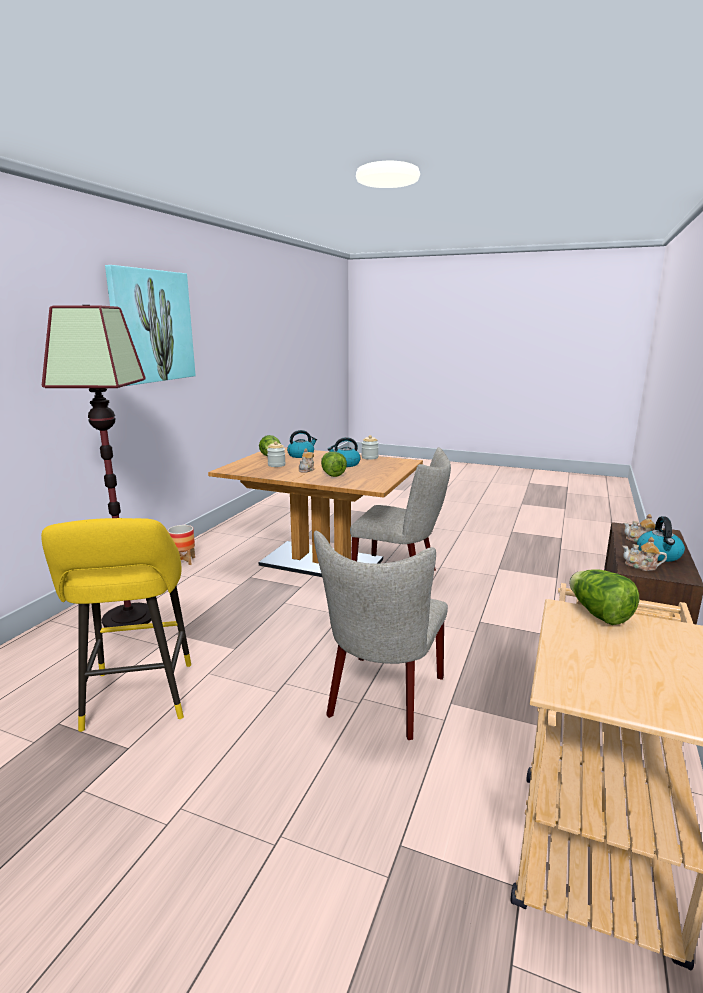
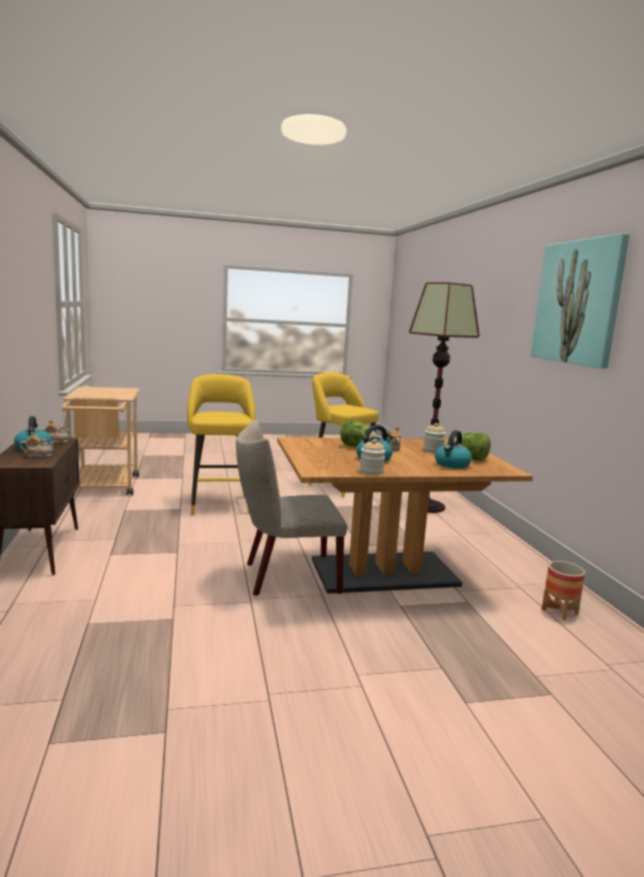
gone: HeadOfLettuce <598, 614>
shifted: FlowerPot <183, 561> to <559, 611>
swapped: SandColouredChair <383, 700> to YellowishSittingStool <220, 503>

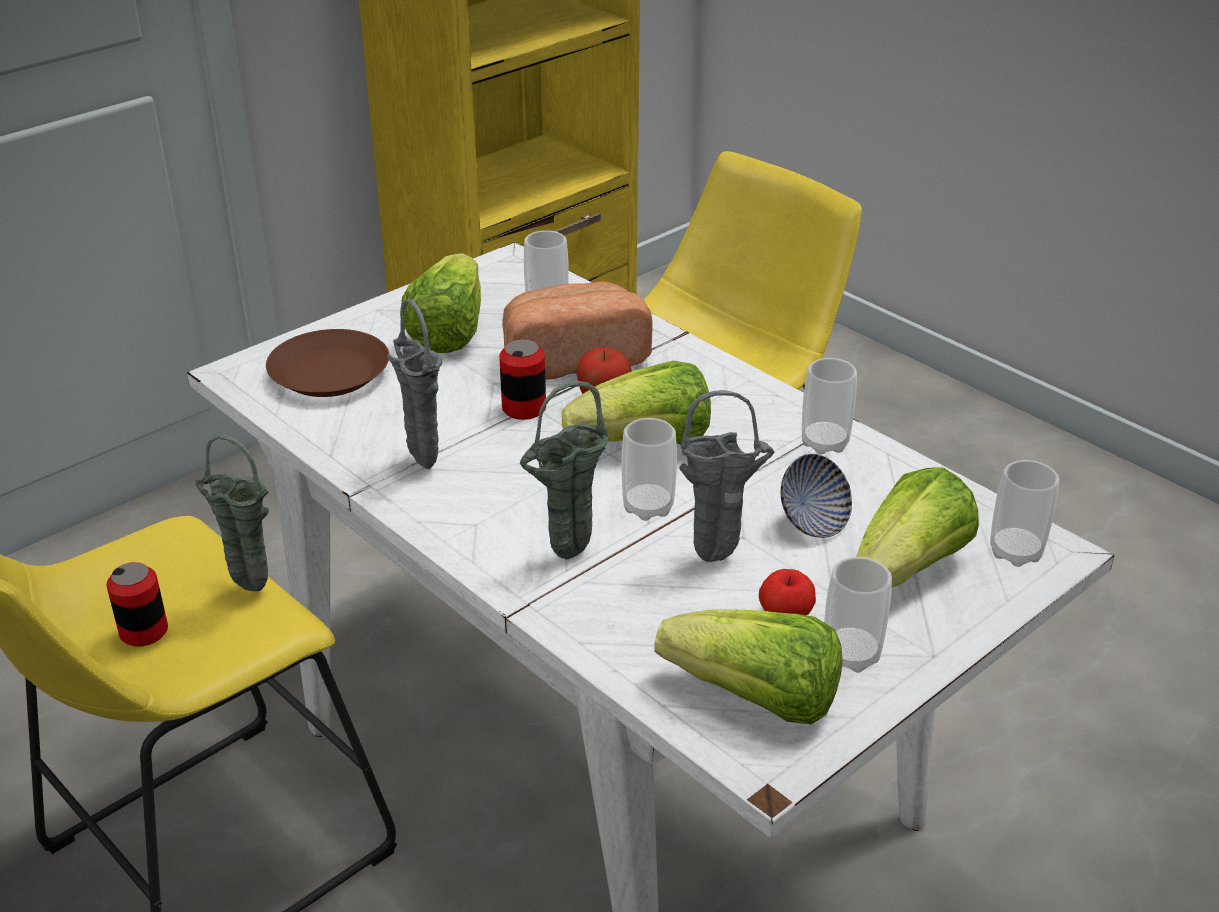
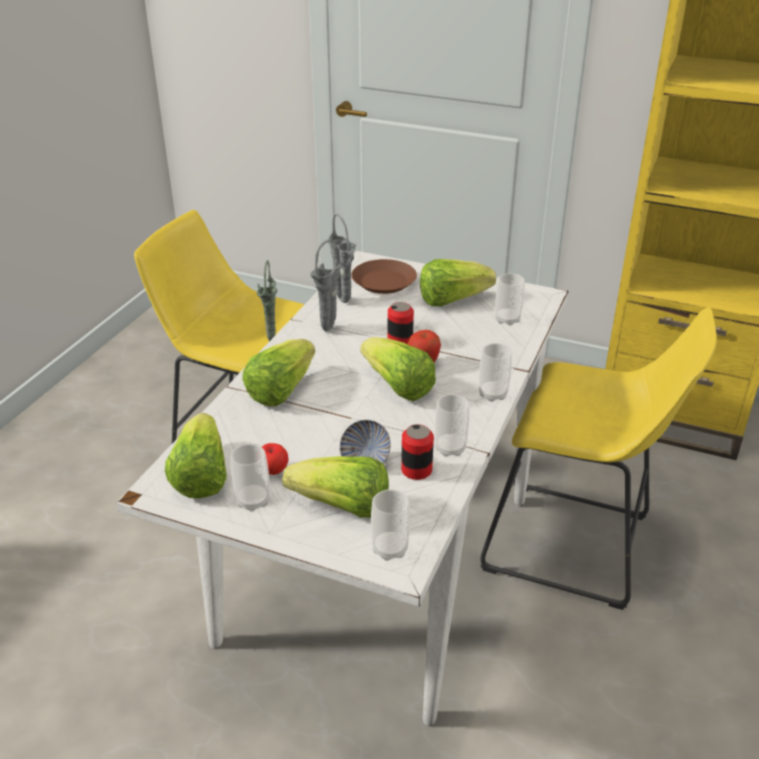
gone: Bread <572, 358>
shifted: GreyFlowerVase <720, 559> to <344, 302>; Cup <648, 507> to <493, 394>; MetalCan <144, 631> to <416, 470>
swapped: GreenFlowerVase <567, 557> to HeadOfLettuce <281, 390>

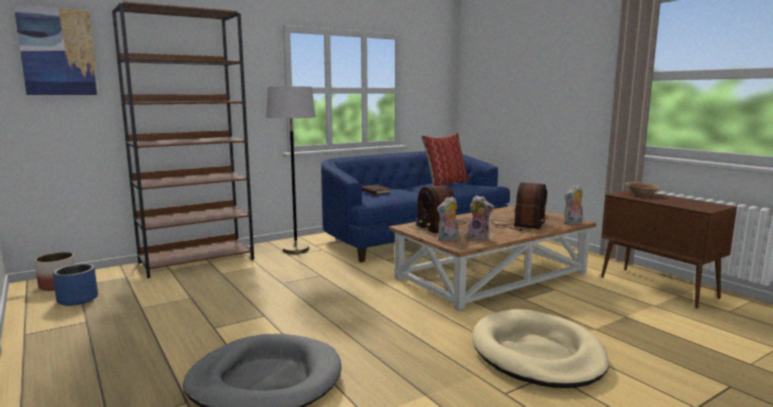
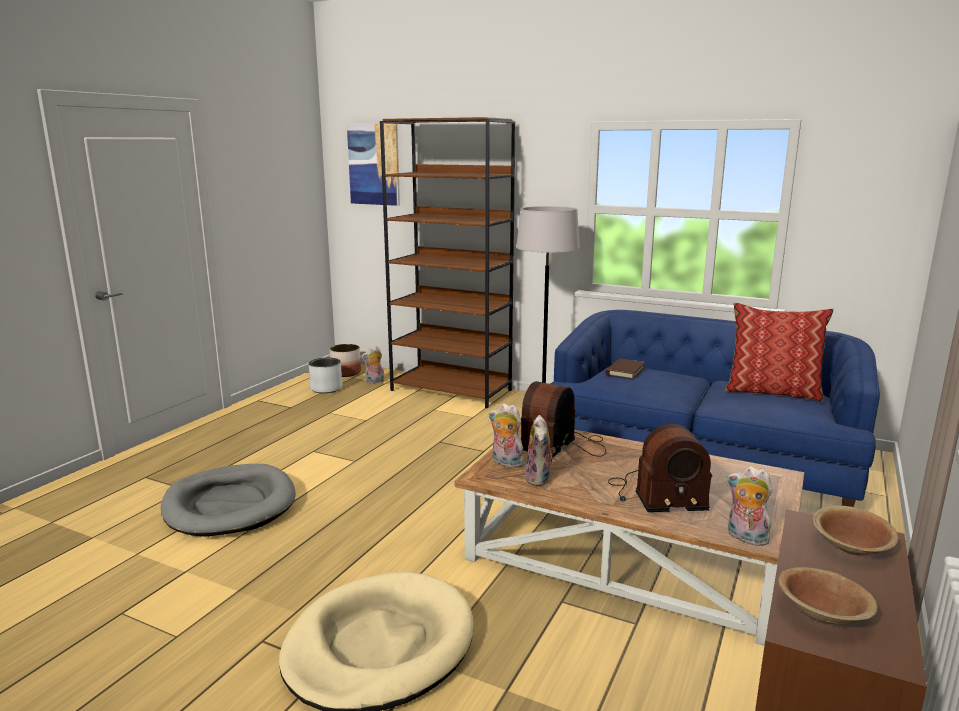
new: SoftToy <374, 382>; BrownBowl <822, 614>
repainted: BlueFlowerPot <77, 299> to GreyFlowerPot <326, 388>

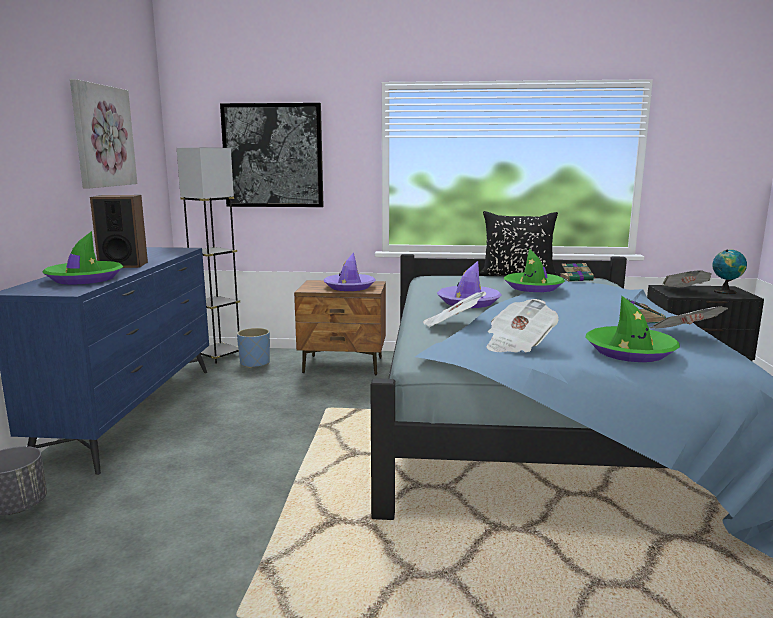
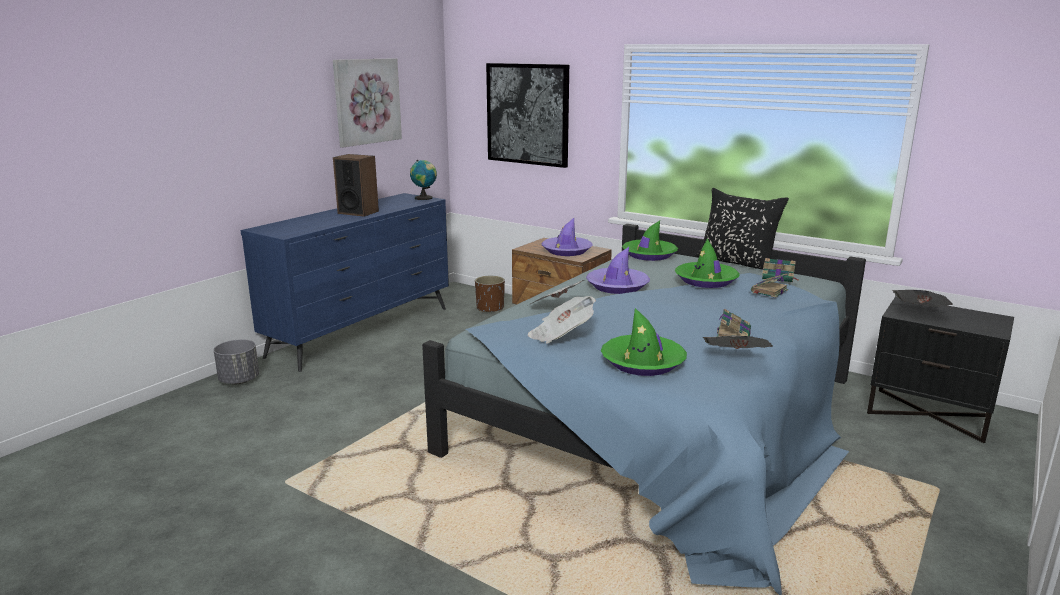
gone: GreyFloorLamp <218, 356>
new: Volume <768, 291>
shifted: GreenClothingHat <85, 279> to <649, 255>; DeskGlobe <725, 291> to <425, 198>
repainted: BlueFlowerPot <255, 363> to BrownFlowerPot <490, 308>

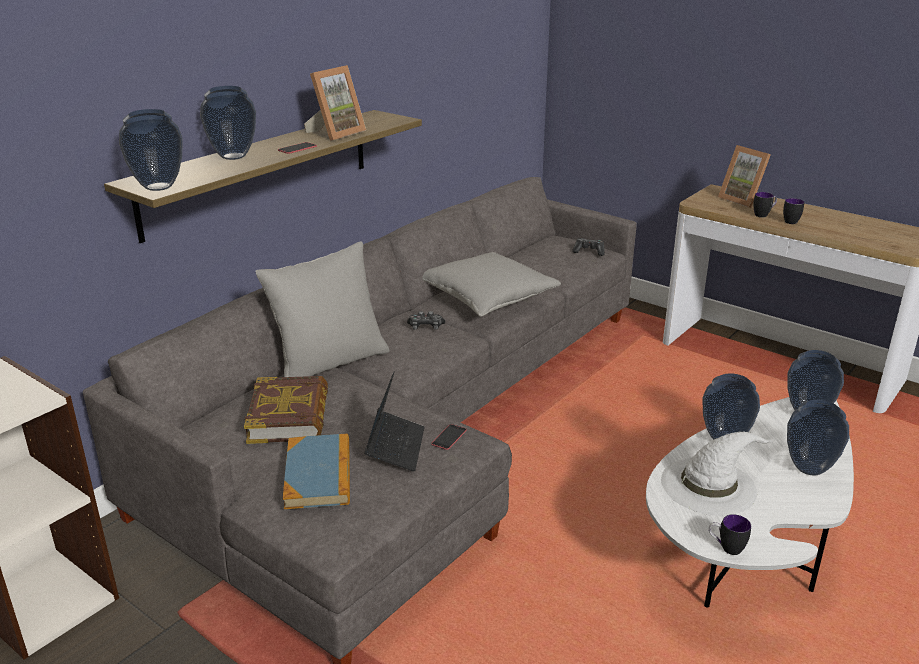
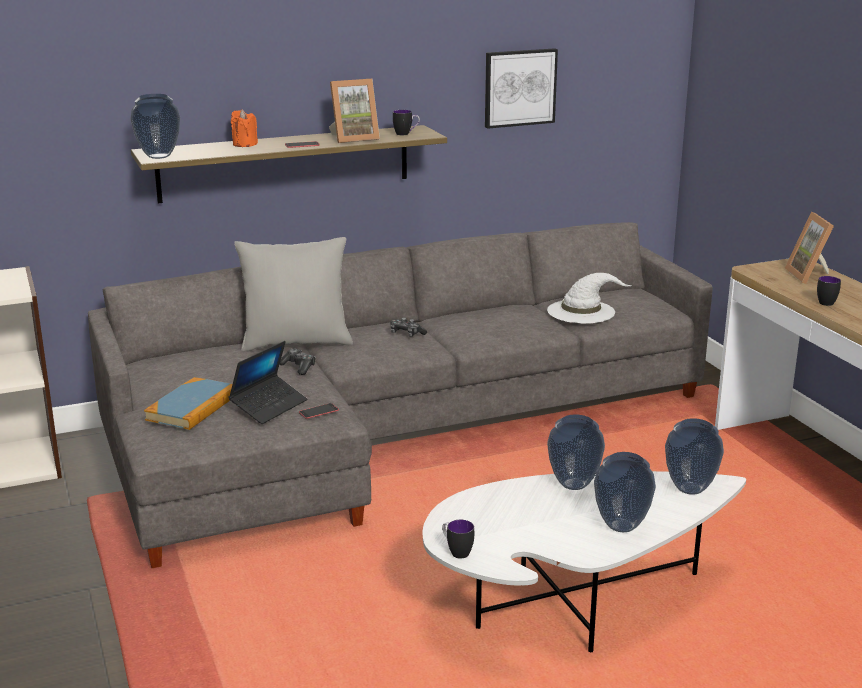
gone: GreyThrowPillow <487, 298>; Volume <289, 416>
new: WallPicture <519, 87>
shifted: TeaMug <763, 215> to <406, 134>; Gamepad <589, 251> to <298, 367>; WhitishClothingHat <709, 485> to <582, 311>
swapped: FlowerVase <232, 157> to OrangeCandle <244, 144>

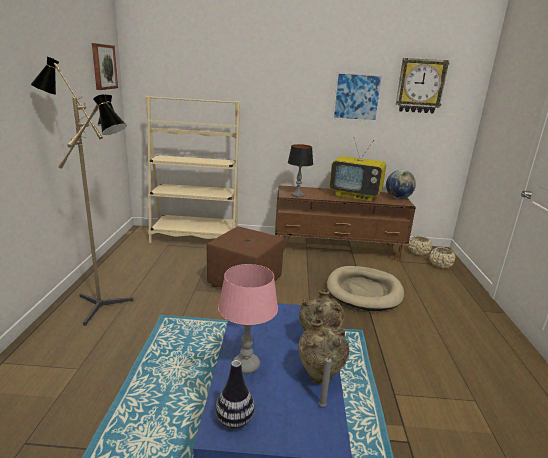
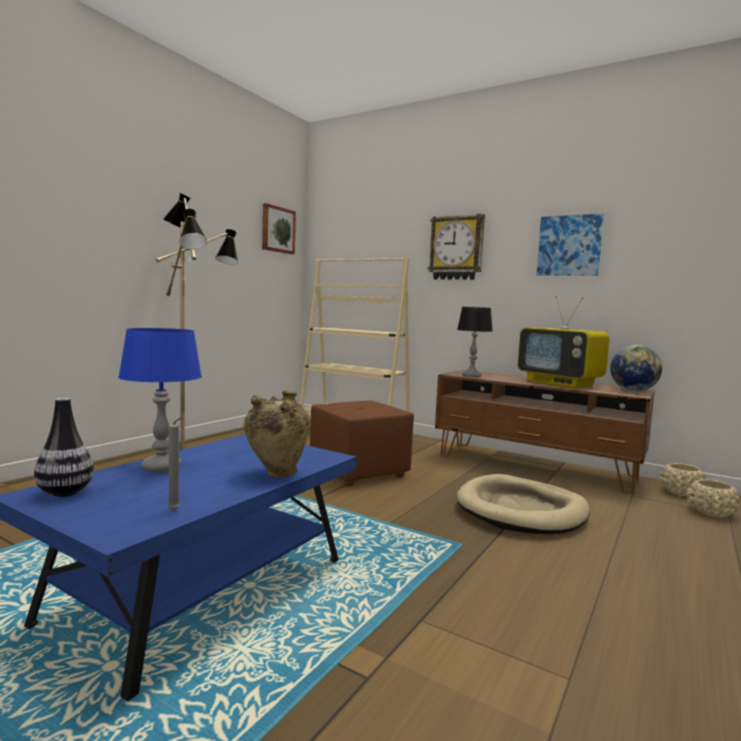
gone: SandColouredFlowerVase <319, 379>
shifted: WallClock <420, 86> to <456, 248>
repainted: PinkishTableLamp <246, 365> to BlueTableLamp <162, 467>

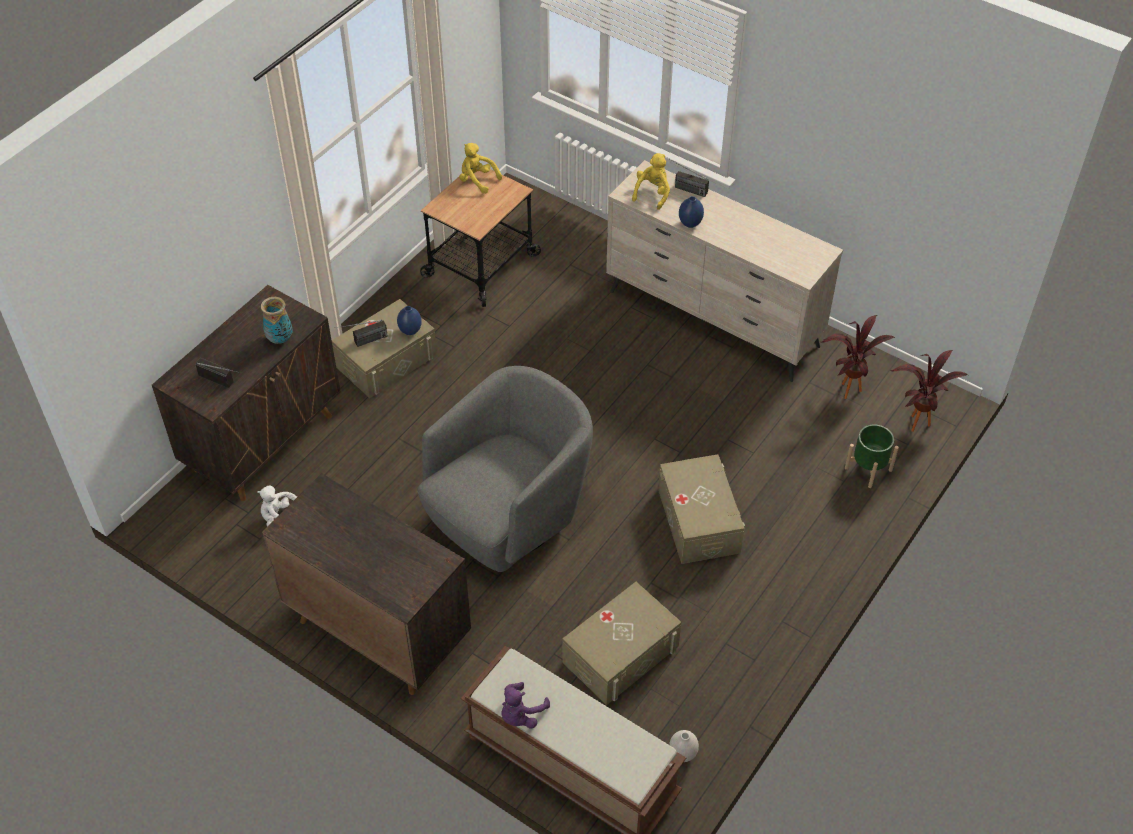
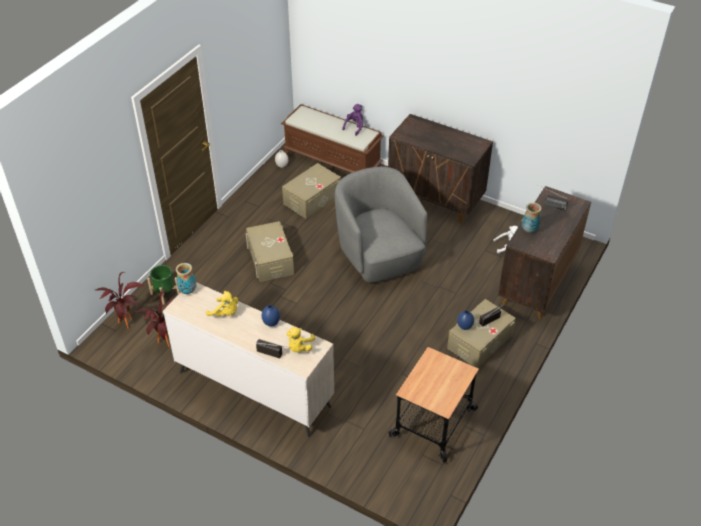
new: FlowerVase <187, 291>
shifted: YellowishSoftToy <477, 180> to <225, 313>
rotated: GreyArmchair <508, 515> = <379, 256> 120 degrees clockwise

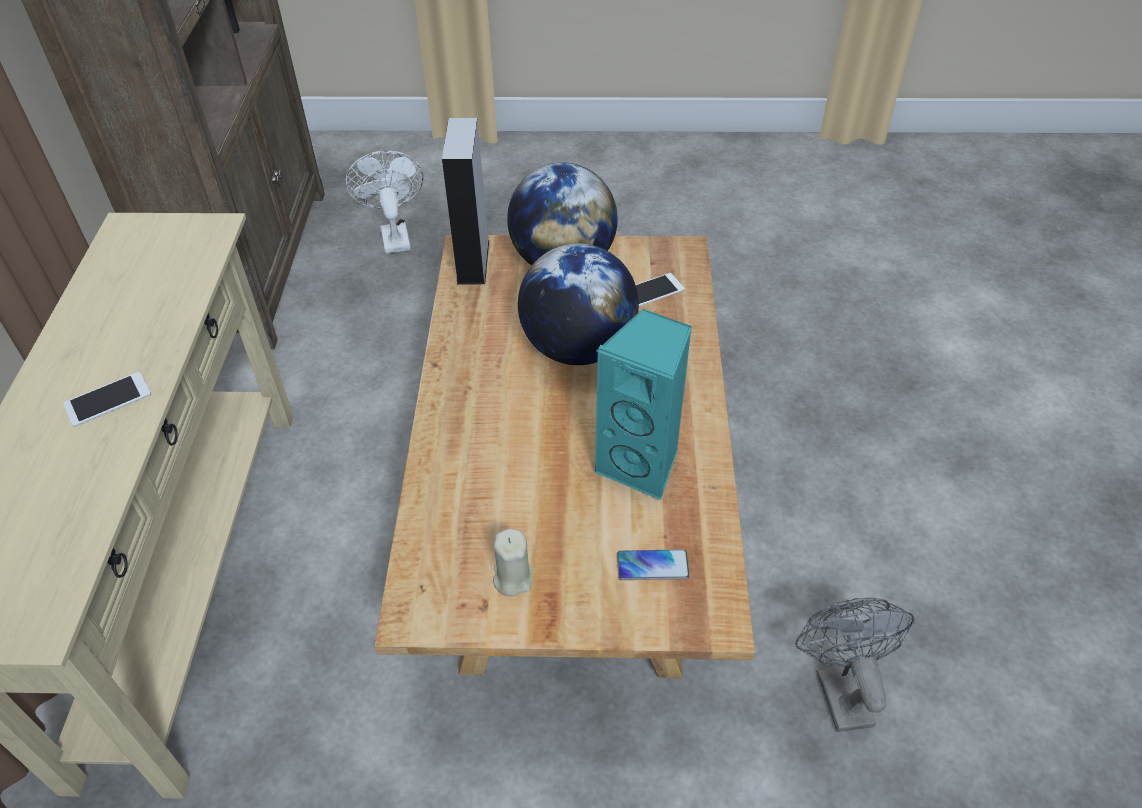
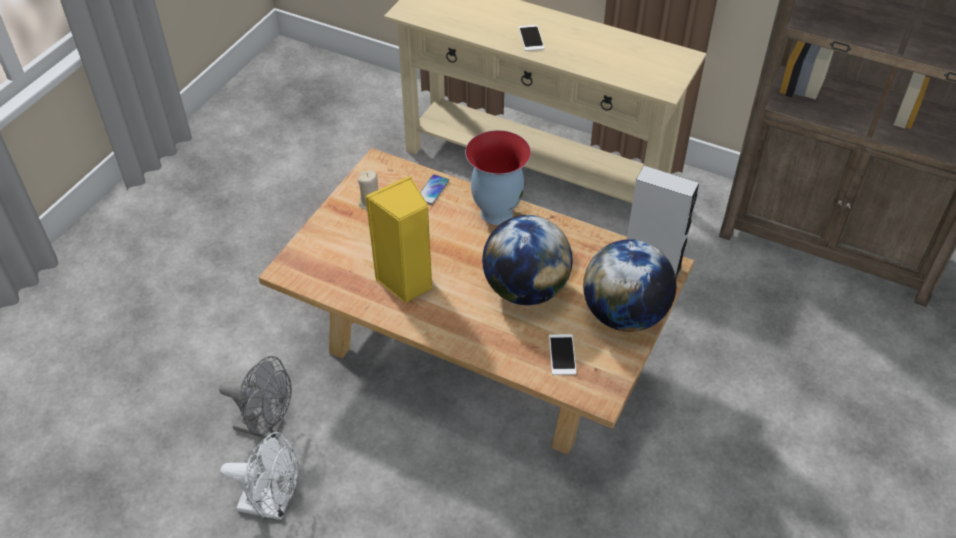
new: FlowerVase <496, 212>
shifted: WhitishElectricFan <394, 235> to <272, 505>; Telephone <652, 565> to <432, 190>
repainted: TurquoiseLoudspeaker <642, 464> to YellowishLoudspeaker <406, 282>

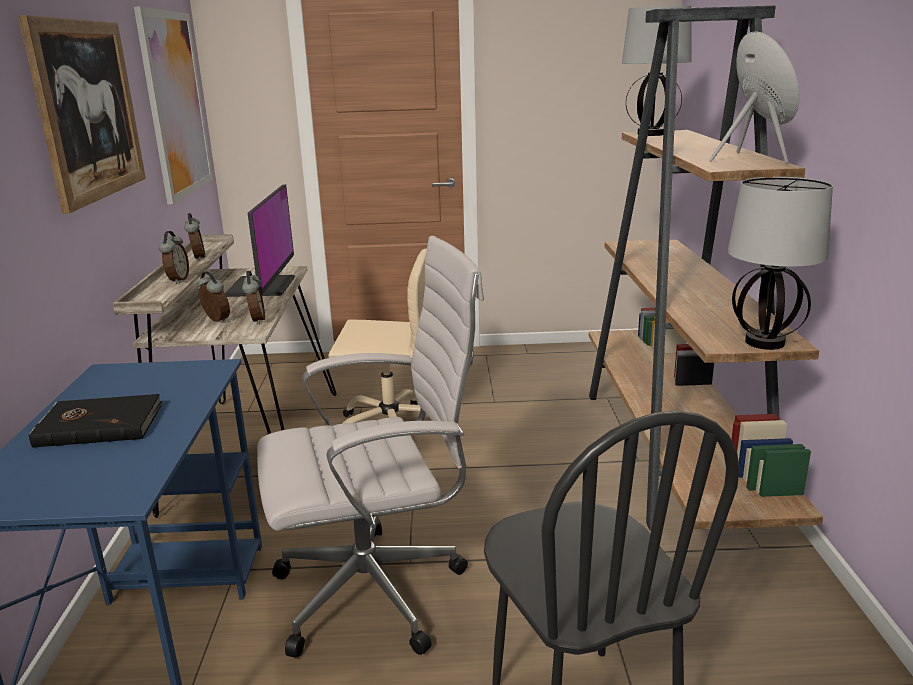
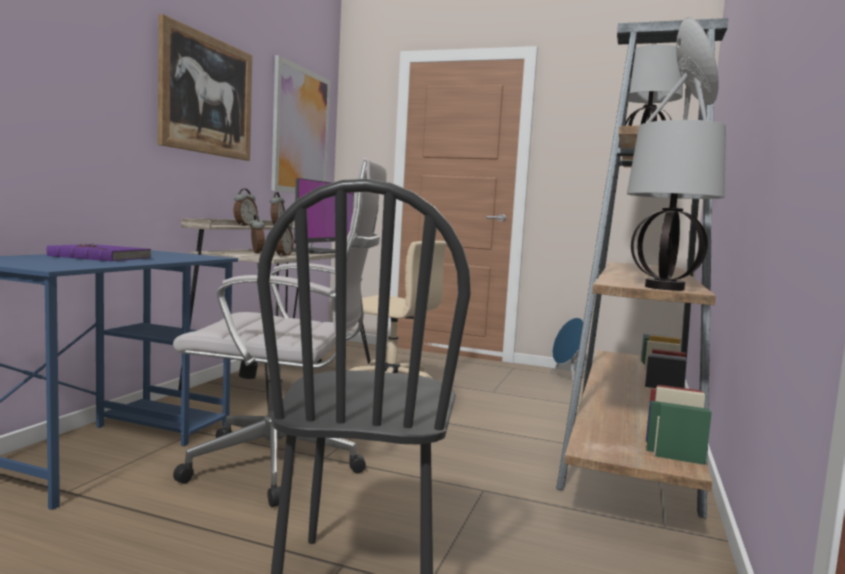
new: BlueLoudspeaker <567, 380>
repainted: BlackVolume <99, 424> to PurplishVolume <100, 257>

